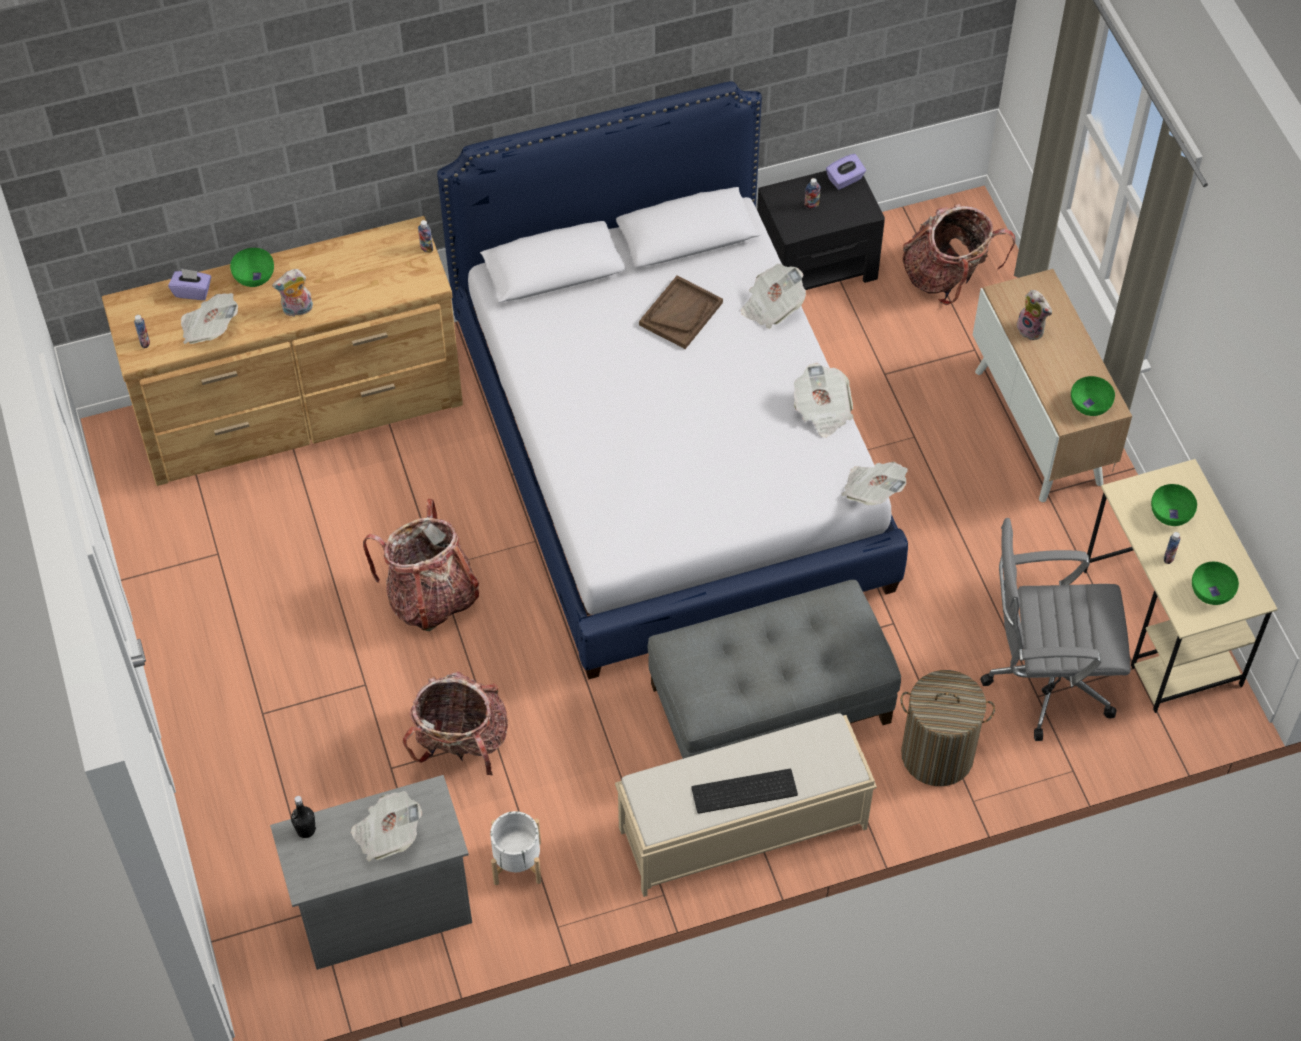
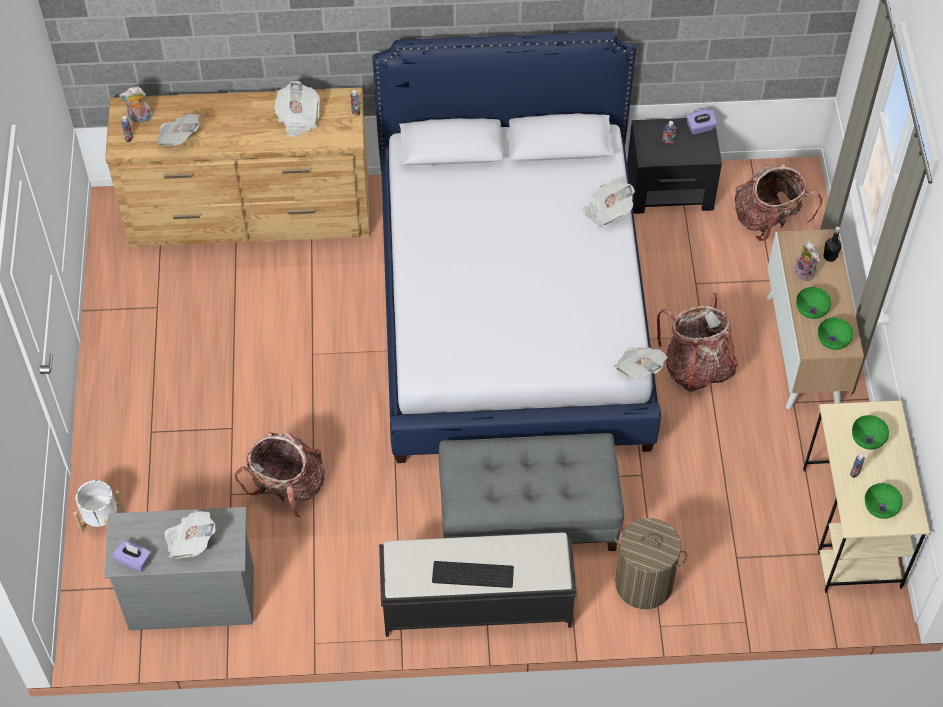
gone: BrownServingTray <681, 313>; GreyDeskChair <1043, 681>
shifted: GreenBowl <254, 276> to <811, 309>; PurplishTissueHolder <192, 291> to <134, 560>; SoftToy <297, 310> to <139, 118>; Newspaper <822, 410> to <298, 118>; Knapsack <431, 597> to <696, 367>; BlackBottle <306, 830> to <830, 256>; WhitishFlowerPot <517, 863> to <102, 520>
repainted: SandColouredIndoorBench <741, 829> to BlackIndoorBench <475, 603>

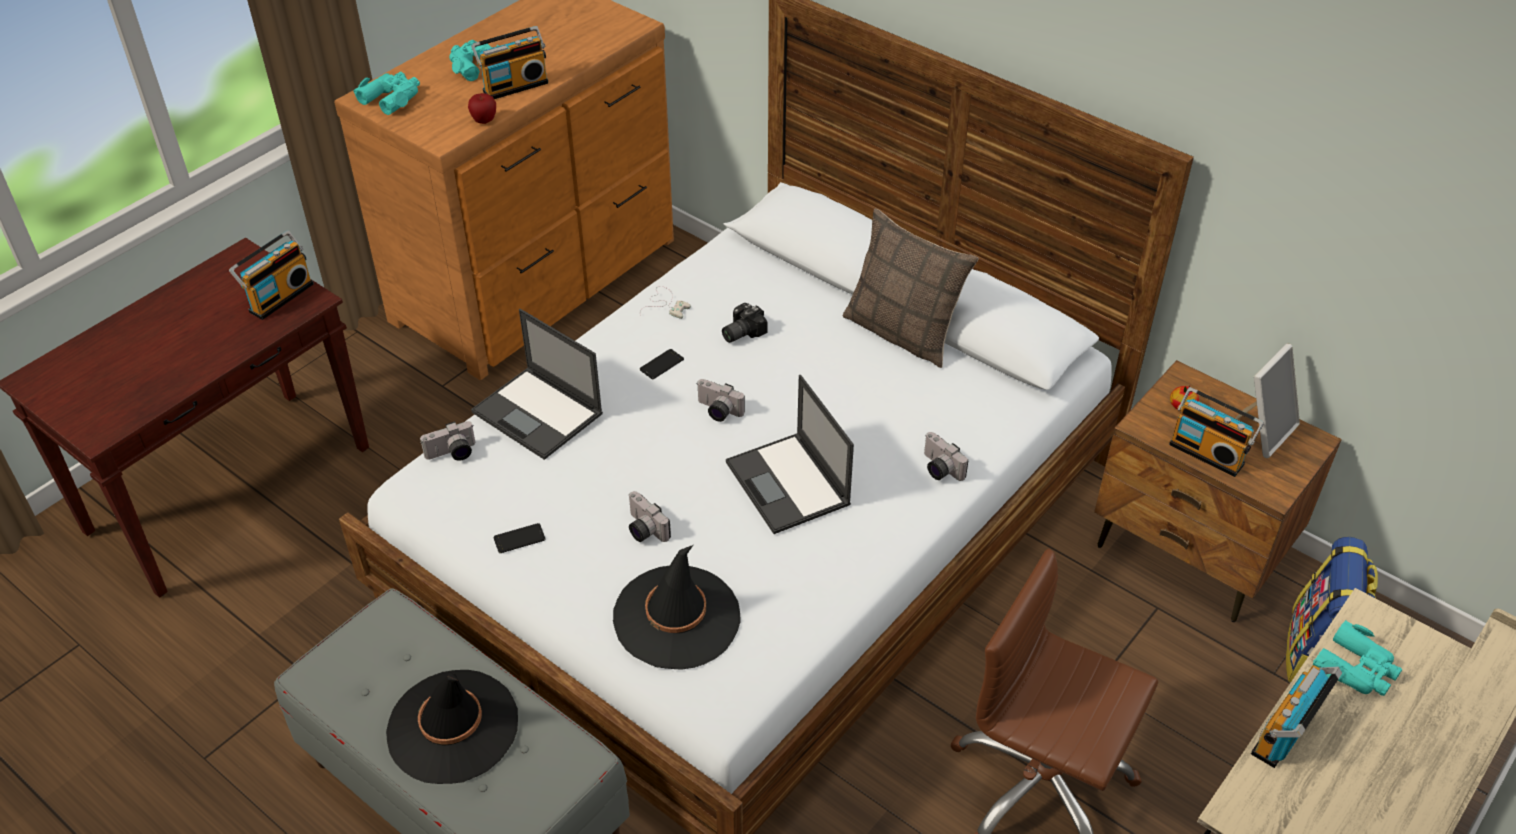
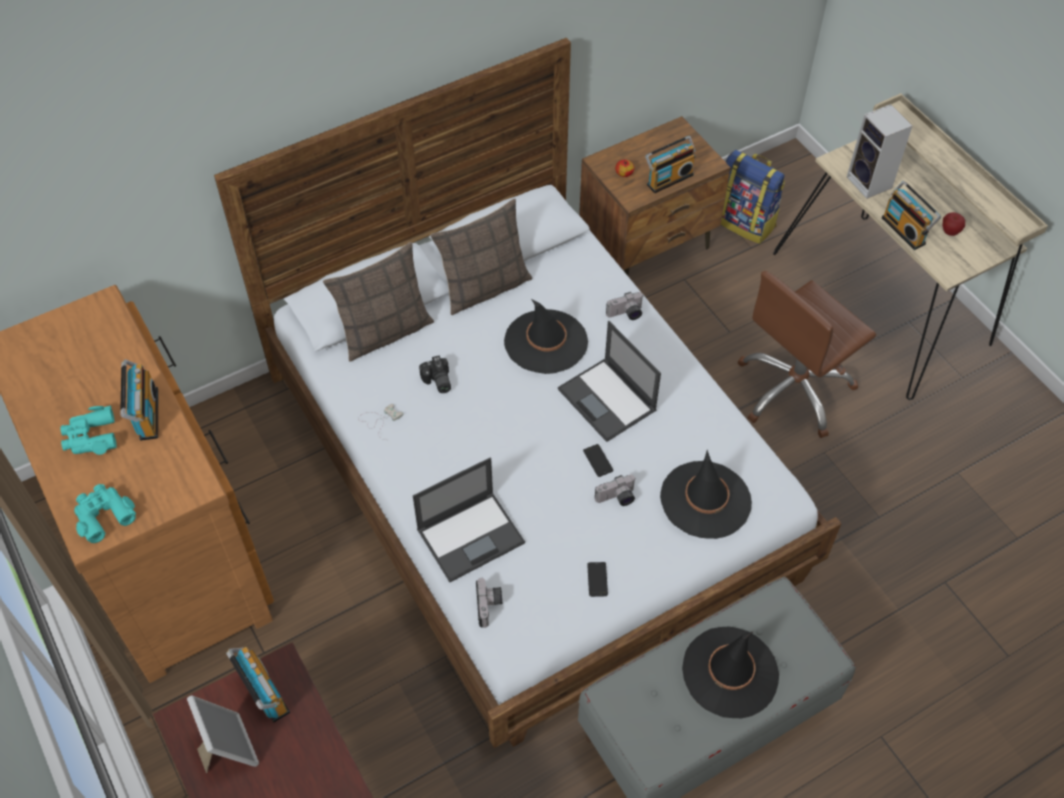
gone: PhotoCamera <717, 411>
new: ThrowPillow <385, 331>; BlackClothingHat <546, 342>
shifted: AppleFruit <484, 121> to <950, 232>; PictureFrame <1262, 430> to <227, 748>; Telephone <662, 364> to <598, 460>
swapped: TurquoiseBinoculars <1356, 669> to Loudspeaker <871, 183>
rotated: Laptop <789, 484> = <608, 400> 60 degrees clockwise

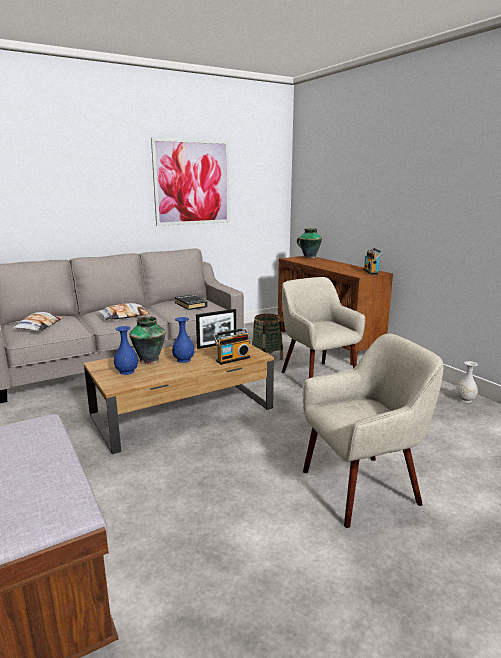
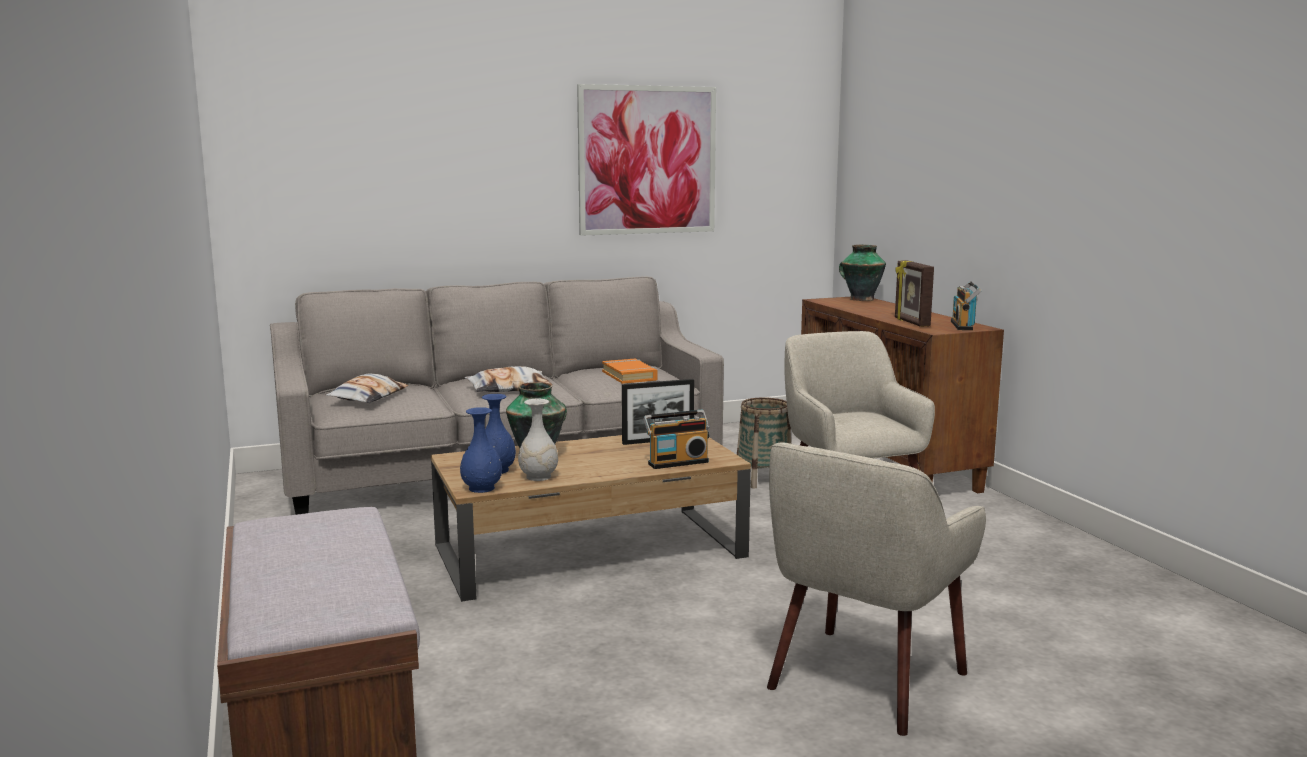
new: PictureFrame <911, 322>
shifted: BlueFlowerVase <184, 360> to <482, 488>; WhitishFlowerVase <465, 400> to <538, 477>
repainted: BlackVolume <191, 305> to OrangeVolume <629, 376>
rotated: SandColouredArmchair <362, 487> = <863, 680> 135 degrees clockwise

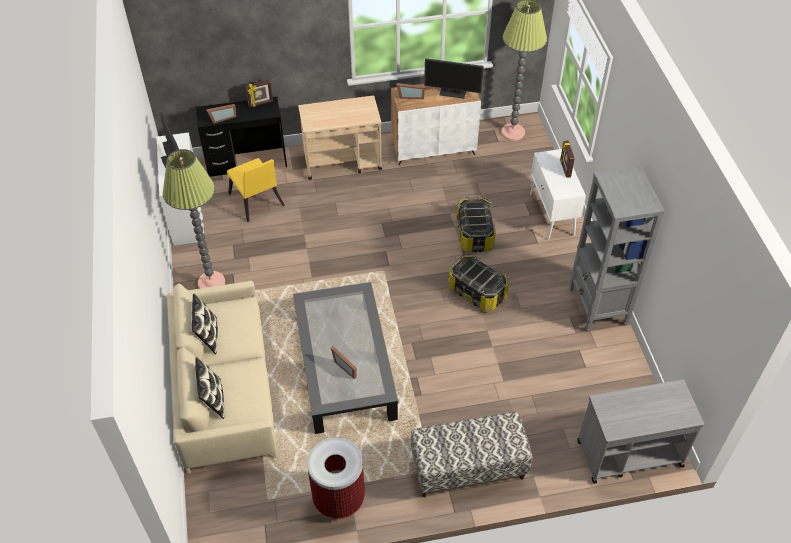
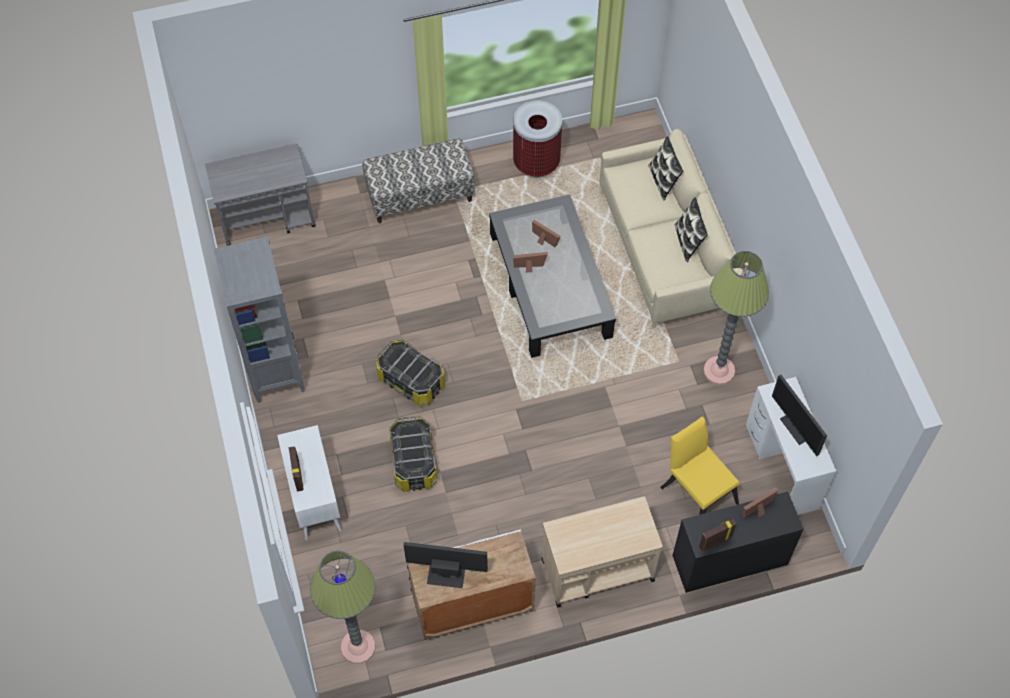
shifted: PictureFrame <410, 96> to <530, 268>

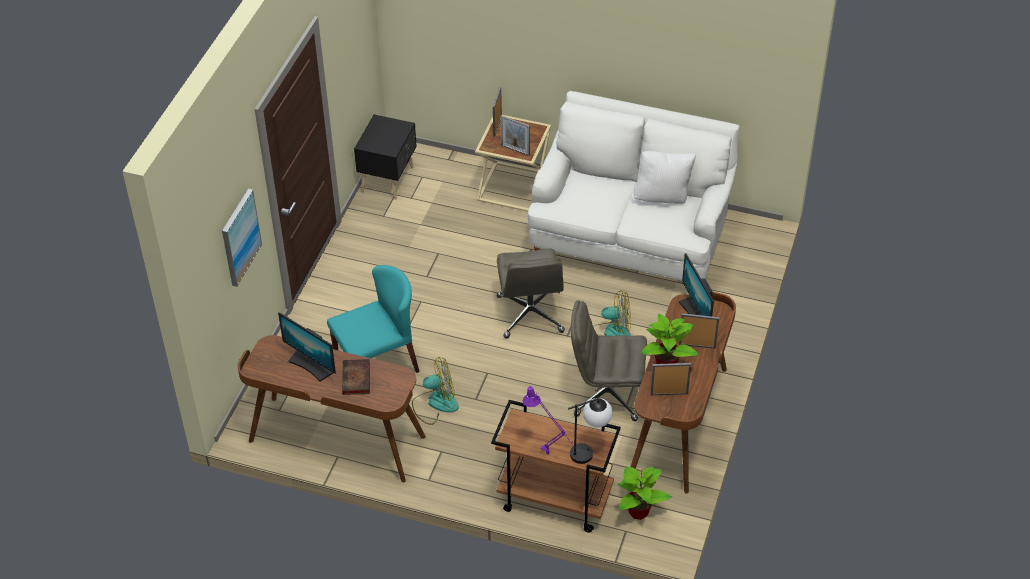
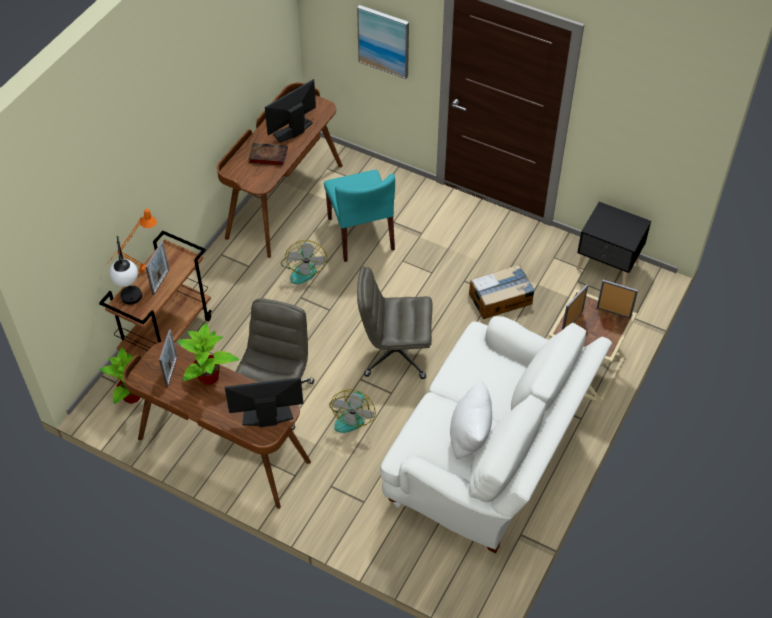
new: CardboardBox <501, 299>
shifted: PictureFrame <697, 346> to <160, 282>
repainted: PurplishTableLamp <551, 456> to OrangeTableLamp <138, 275>

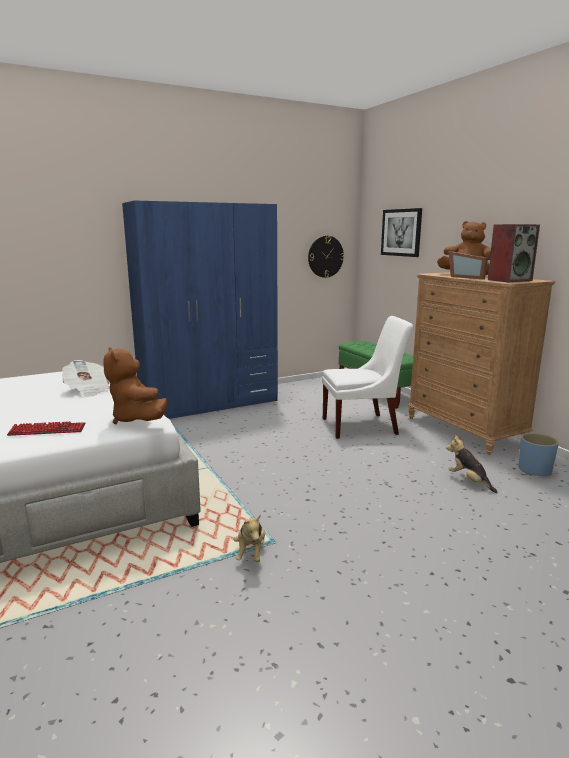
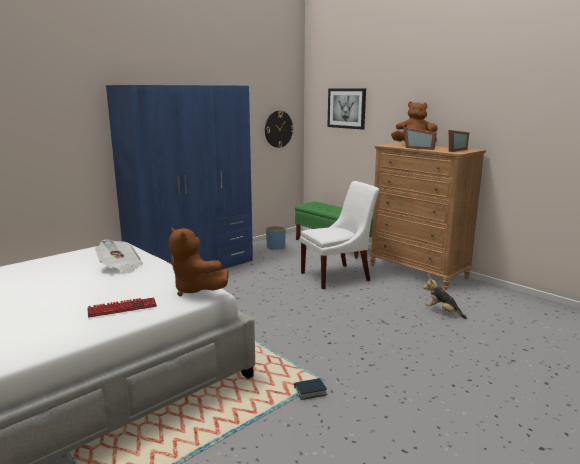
shifted: BlueFlowerPot <534, 470> to <276, 247>
swapped: Loudspeaker <509, 280> to PictureFrame <454, 150>; SoftToy <251, 552> to Volume <310, 391>

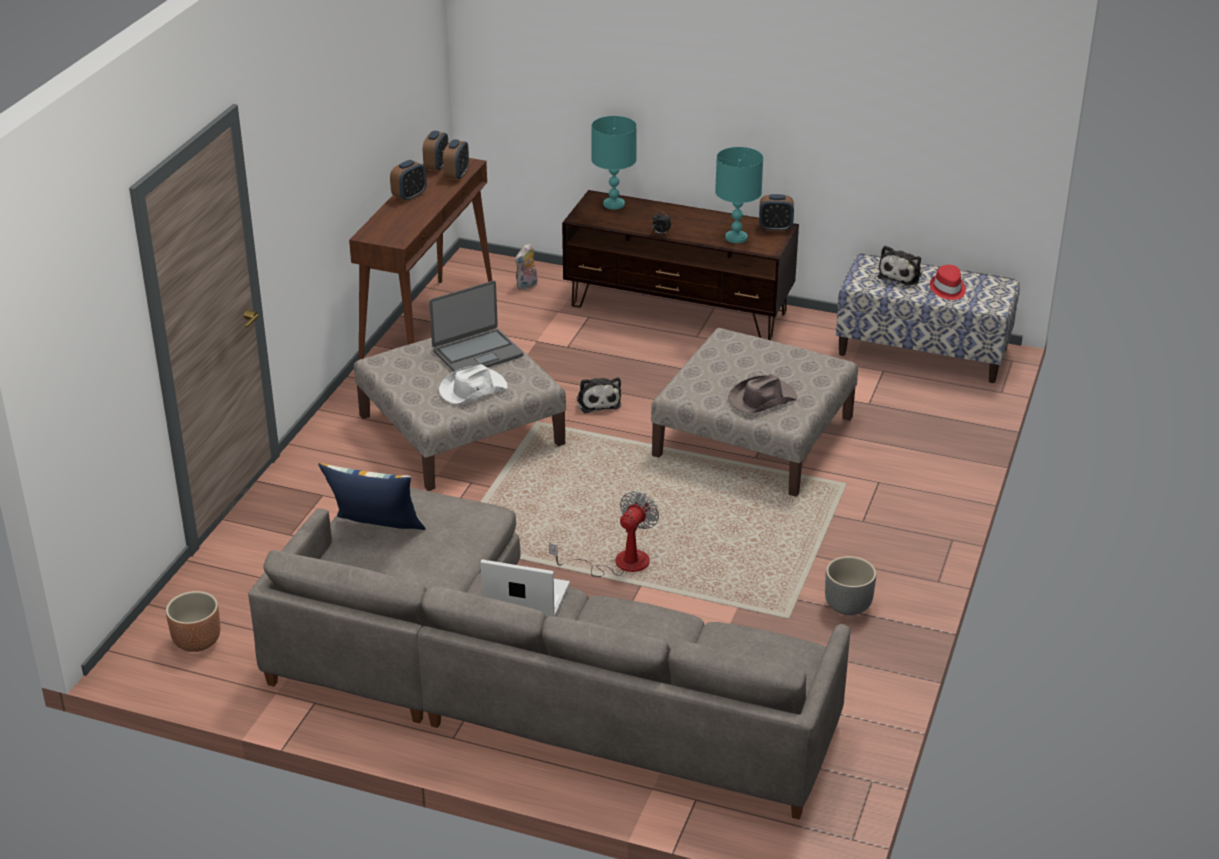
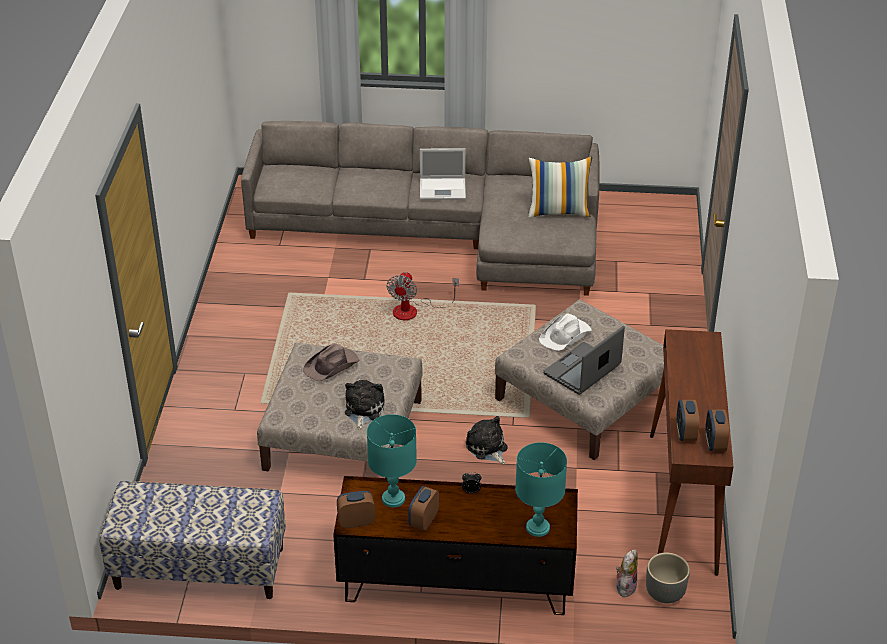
gone: RedClothingHat <947, 289>; BrownFlowerPot <196, 641>
shifted: BedsideClock <409, 196> to <423, 521>; SoftToy <901, 275> to <363, 410>; GreyFlowerPot <848, 605> to <665, 593>

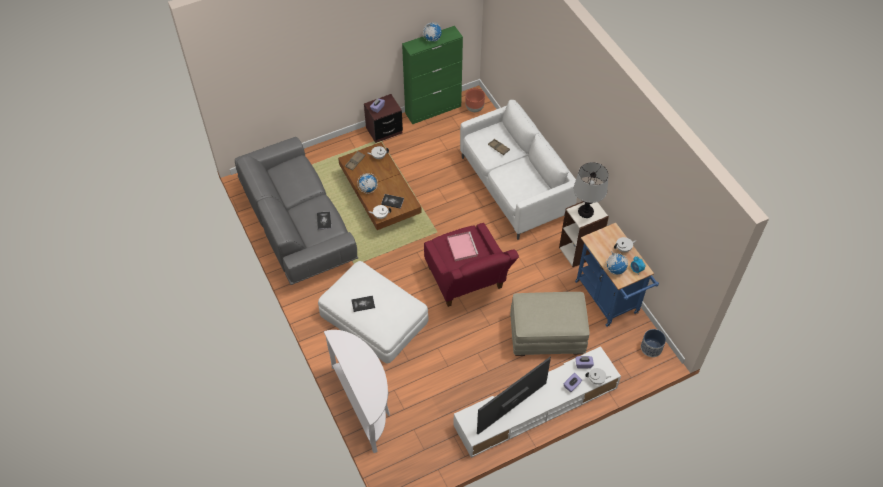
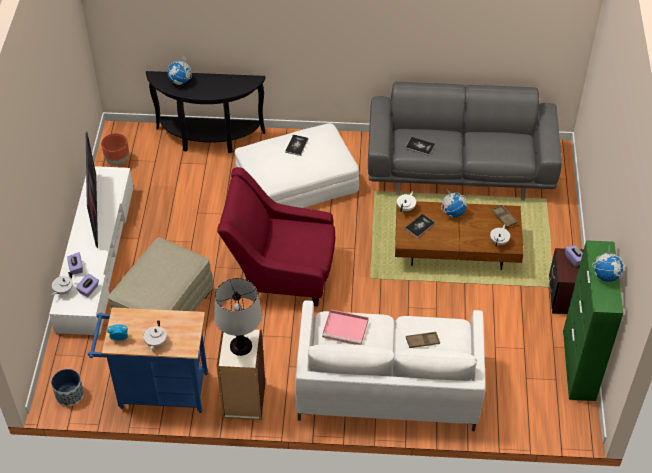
shifted: BrownFlowerPot <474, 108> to <117, 160>; PinkishServingTray <461, 247> to <346, 328>; DeskGlobe <615, 269> to <180, 81>
repainted: WhitishHallTable <365, 403> to BlackHallTable <209, 139>

